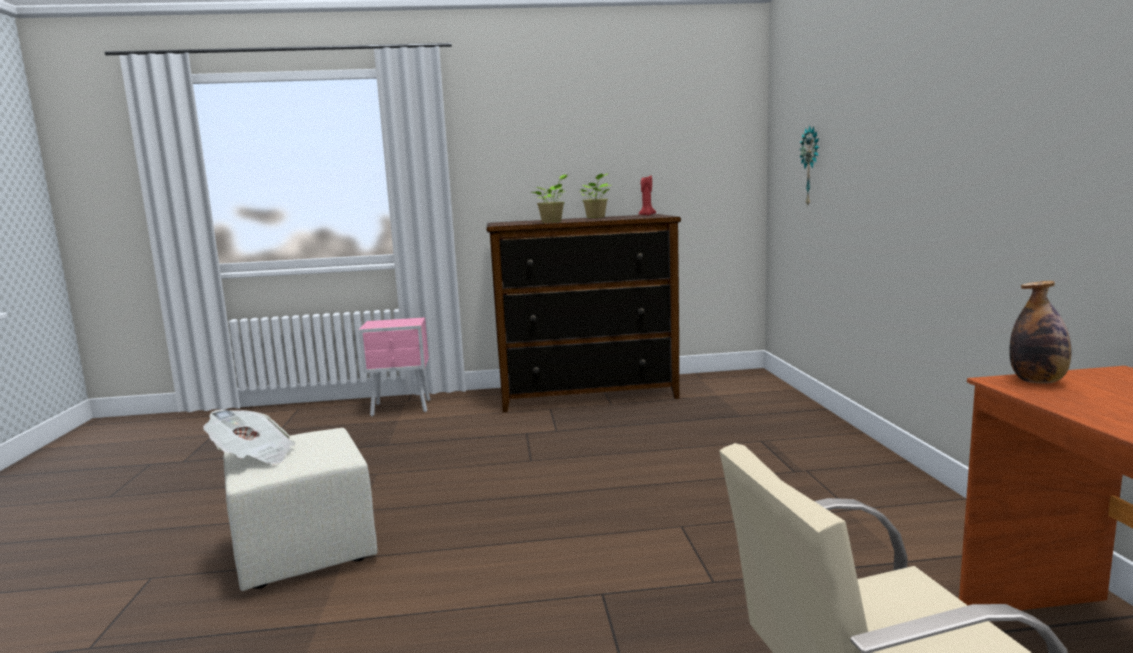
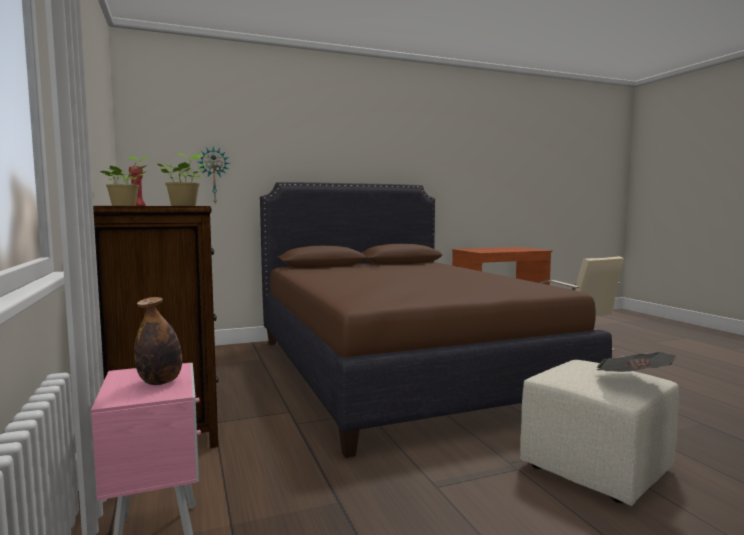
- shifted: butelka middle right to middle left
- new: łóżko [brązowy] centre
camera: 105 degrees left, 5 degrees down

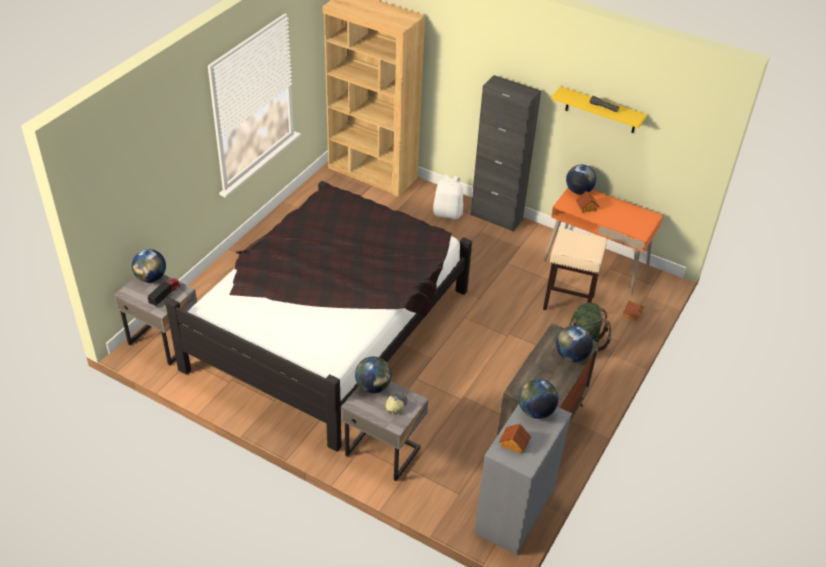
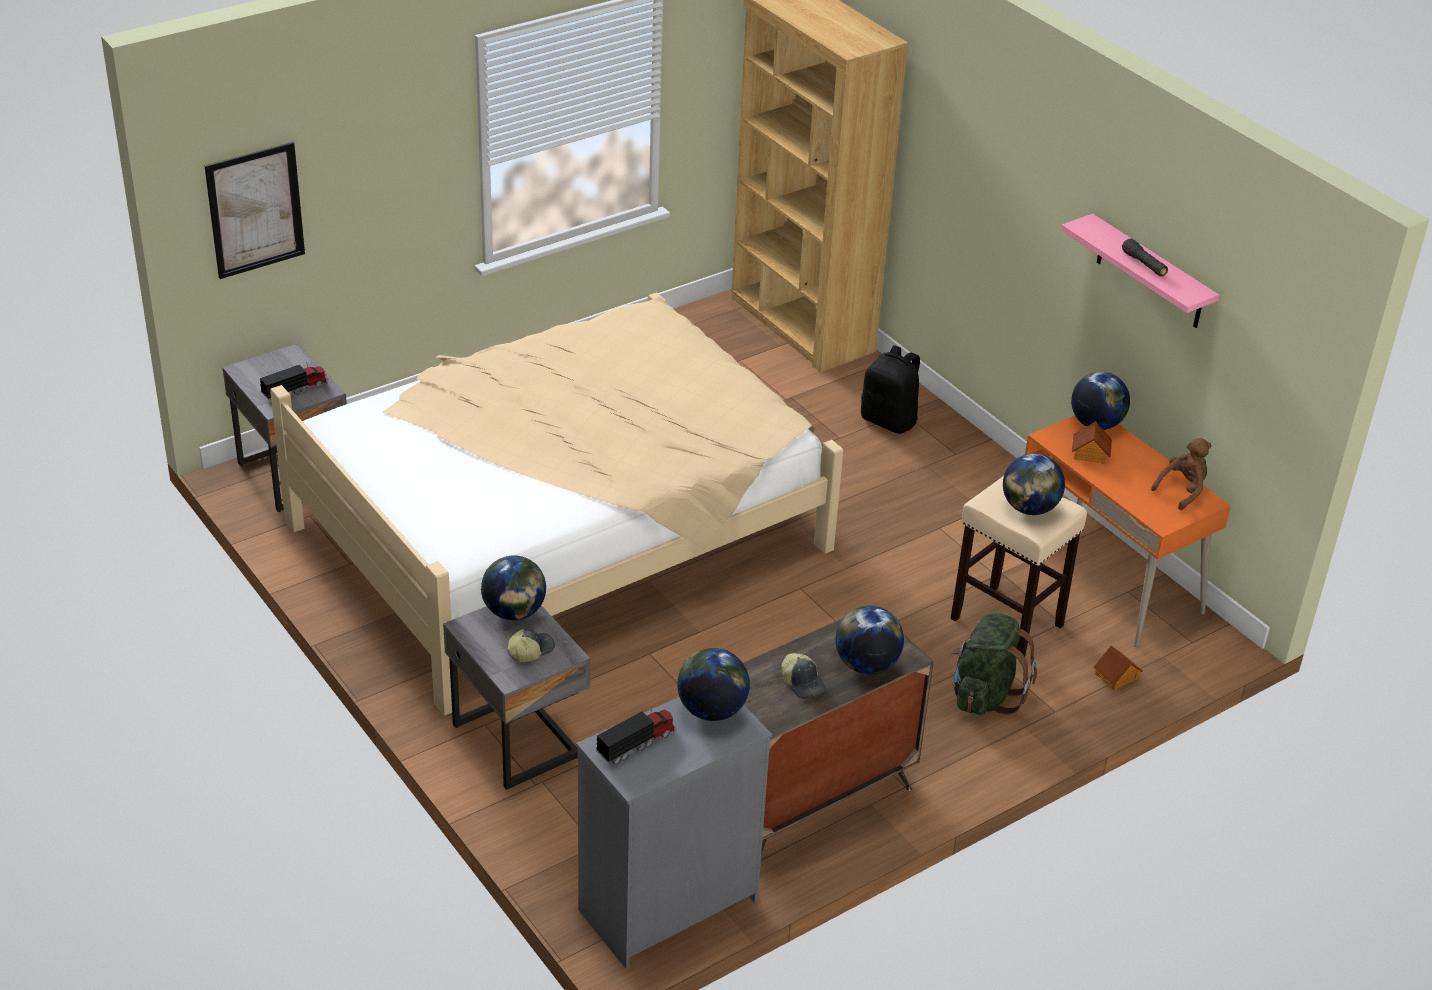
- gone: szafka [czarny] top centre
- repainted: półka [żółty] top right to półka [różowy] top right
- repainted: plecak [biały] centre to plecak [czarny] centre
- repainted: łóżko [czarny] centre to łóżko [beżowy] centre
- shifted: globus (no. 1 from left in the first image) middle left to globus (no. 4 from left) middle right
- swapped: domek (no. 1 from left) bottom centre to ciężarówka zabawkowa (no. 2 from left) bottom centre
- new: obraz top left
- new: pluszak [brązowy] middle right
- new: czapka z daszkiem (no. 2 from left) bottom centre
camera: 25 degrees right, 5 degrees down

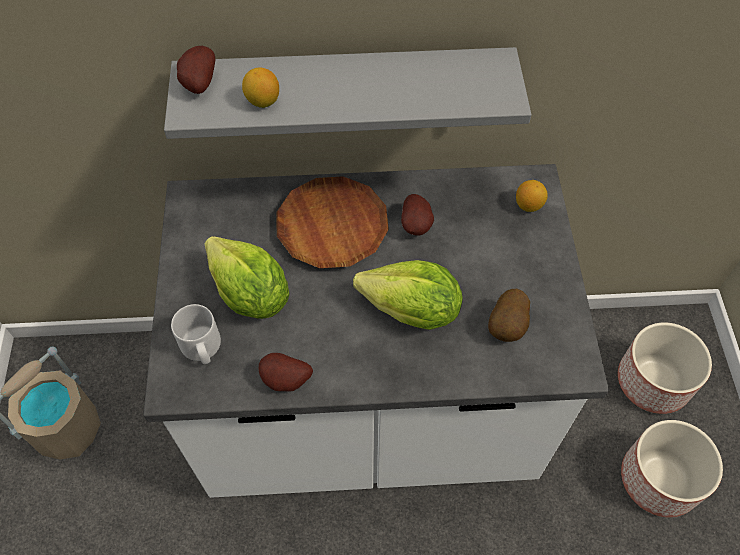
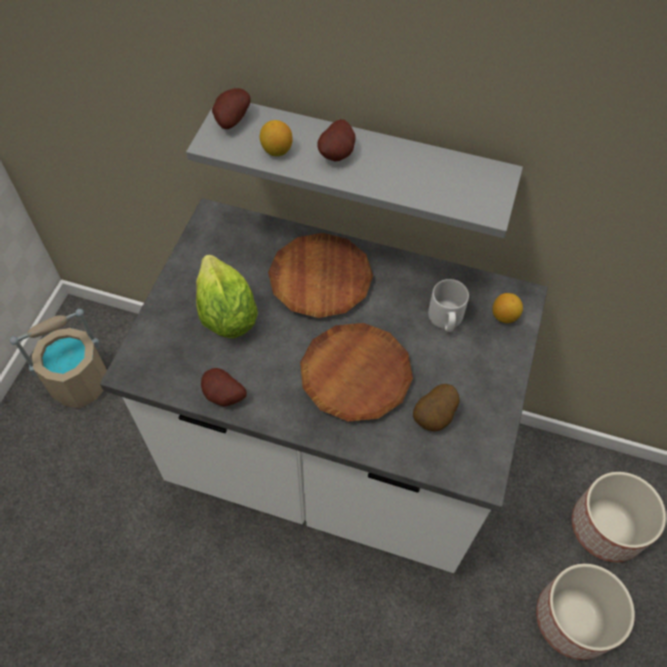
- shifted: ziemniak (no. 3 from left) centre to top centre
- swapped: sałata (no. 2 from left) centre to talerz [brązowy] (no. 2 from left) centre
- shifted: kubek [szary] middle left to middle right
camera: 20 degrees right, 0 degrees up

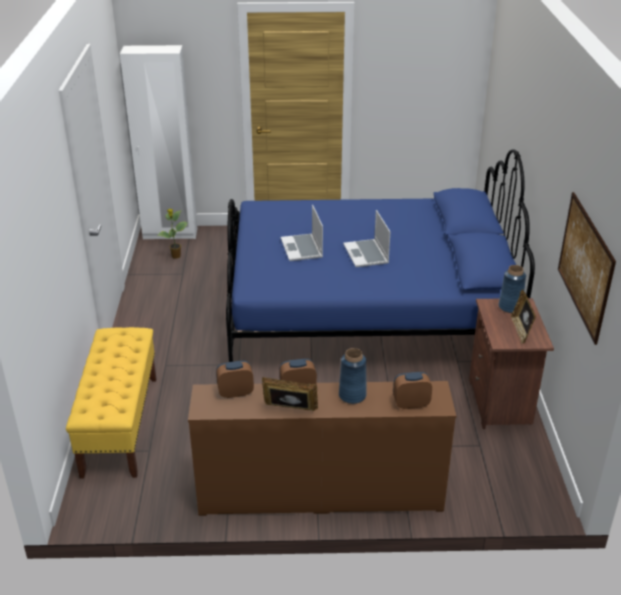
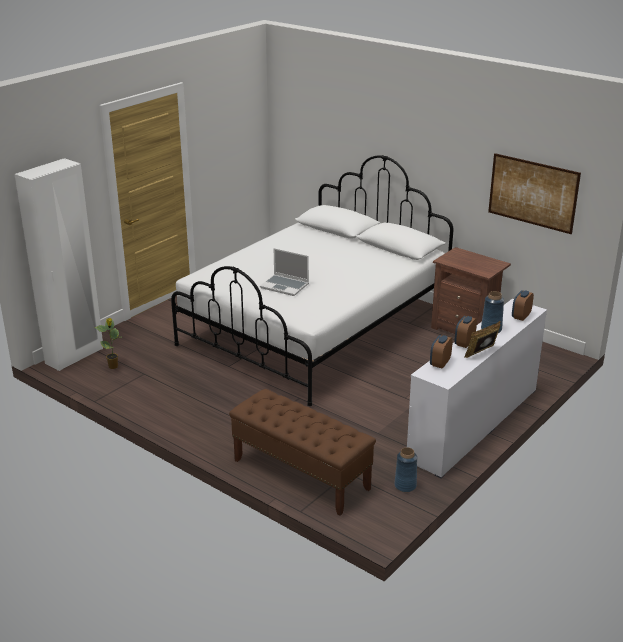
- repainted: łóżko [niebieski] centre to łóżko [biały] centre
- gone: laptop (no. 2 from left) centre
- shifted: wazon [niebieski] (no. 2 from left in the first image) middle right to wazon [niebieski] (no. 1 from left) bottom centre
- gone: ramka na zdjęcie (no. 2 from left) middle right
- repainted: ławka [żółty] bottom left to ławka [brązowy] bottom centre
- repainted: komoda [brązowy] bottom centre to komoda [biały] middle right
camera: 50 degrees left, 5 degrees down

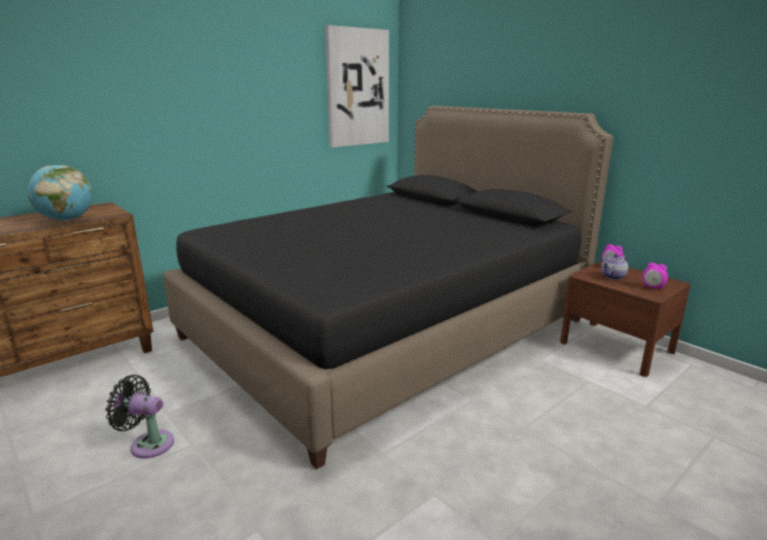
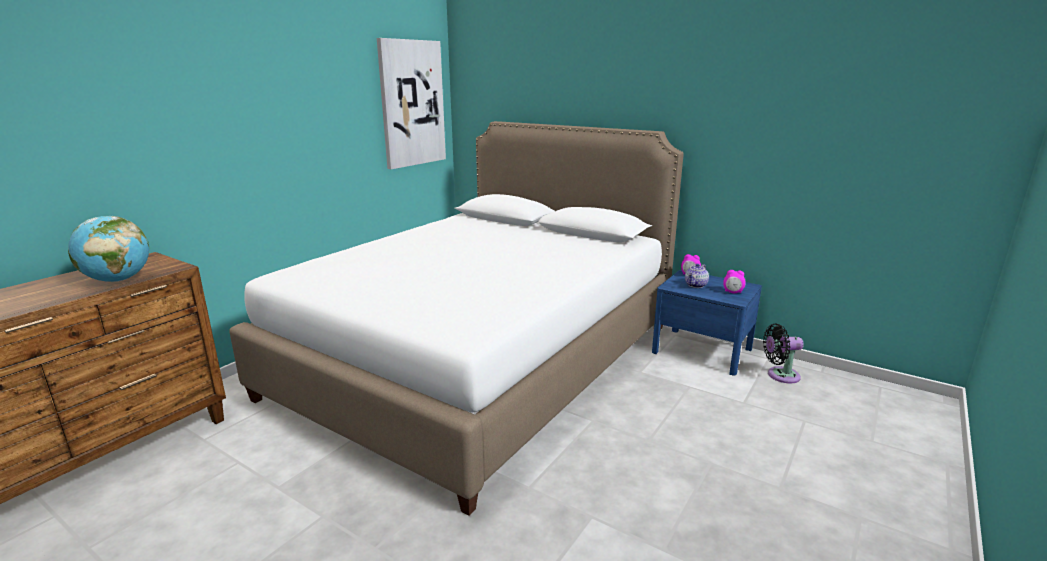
- repainted: łóżko [czarny] centre to łóżko [biały] centre
- repainted: szafka nocna [brązowy] middle right to szafka nocna [niebieski] middle right
- shifted: wentylator [czarny] bottom left to middle right
camera: 15 degrees left, 0 degrees up

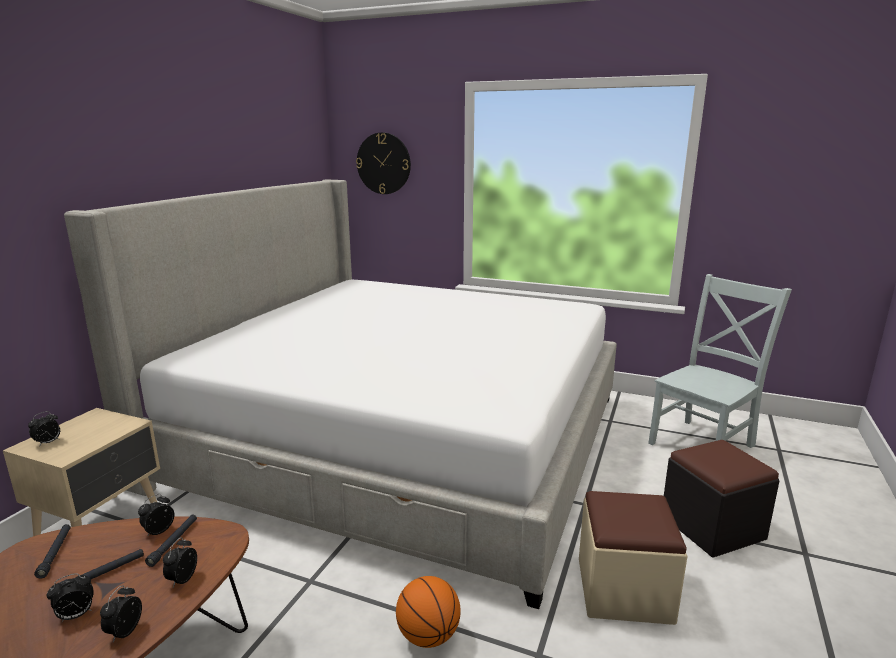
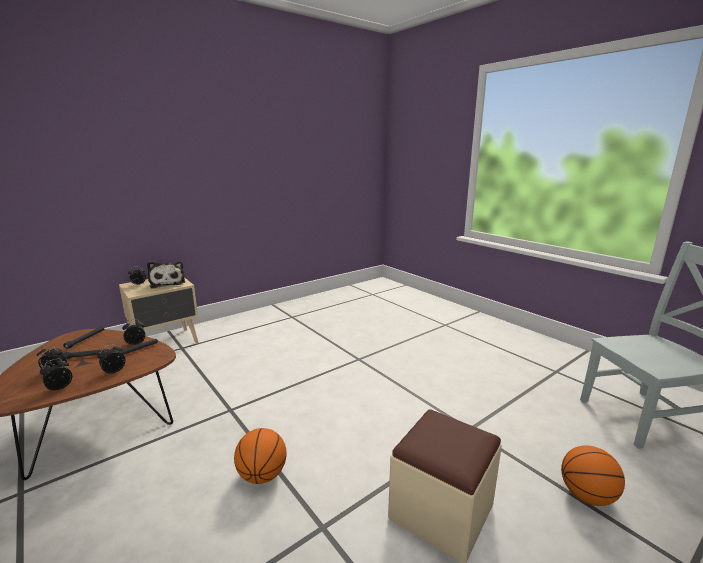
- gone: zegar ścienny top centre
- gone: łóżko centre
- swapped: pufa [czarny] bottom right to piłka do koszykówki (no. 2 from left) bottom right
- new: pluszak middle left
camera: 30 degrees right, 0 degrees up

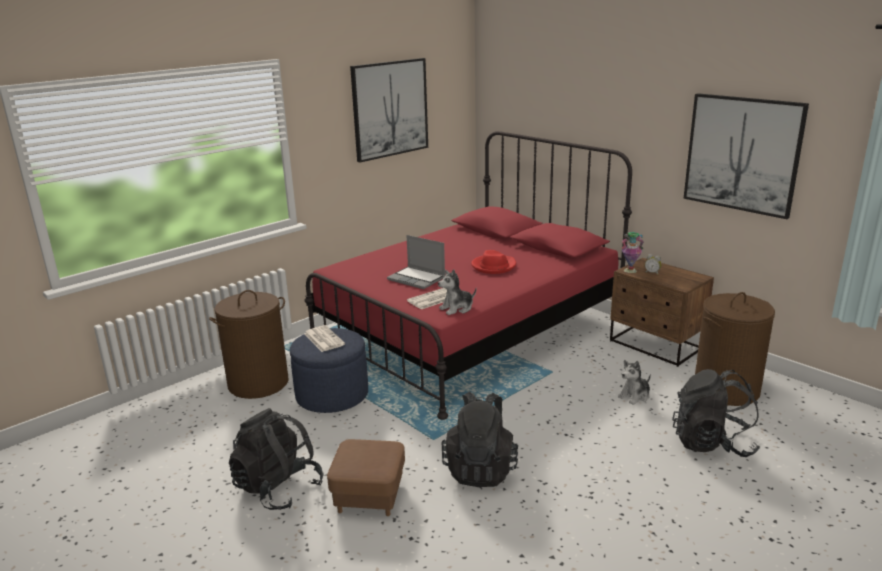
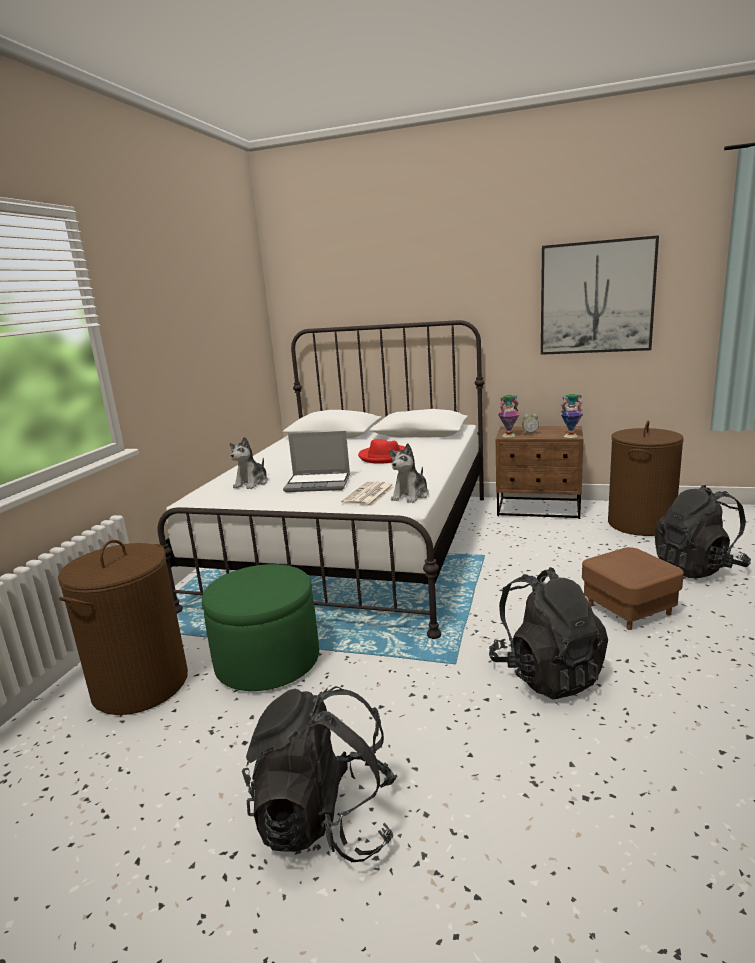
- gone: obraz (no. 1 from left) top centre
- repainted: łóżko [czerwony] centre to łóżko [biały] centre
- gone: gazeta (no. 1 from left) centre
- repainted: pufa [niebieski] centre to pufa [zielony] centre
- shifted: pluszak (no. 2 from left in the first image) bottom right to pluszak (no. 1 from left) middle left
- shifted: pufa [brązowy] bottom centre to middle right
- new: wazon (no. 2 from left) middle right
camera: 30 degrees left, 5 degrees down

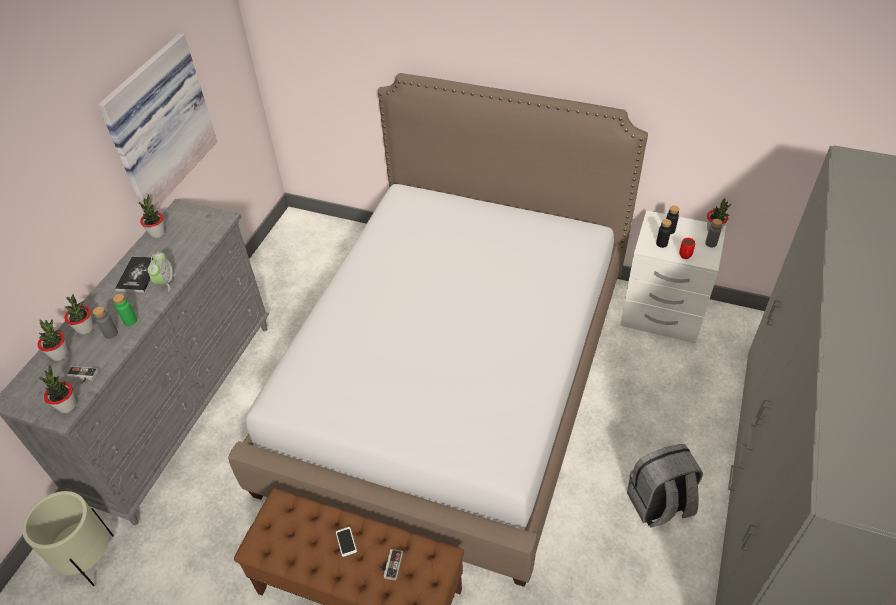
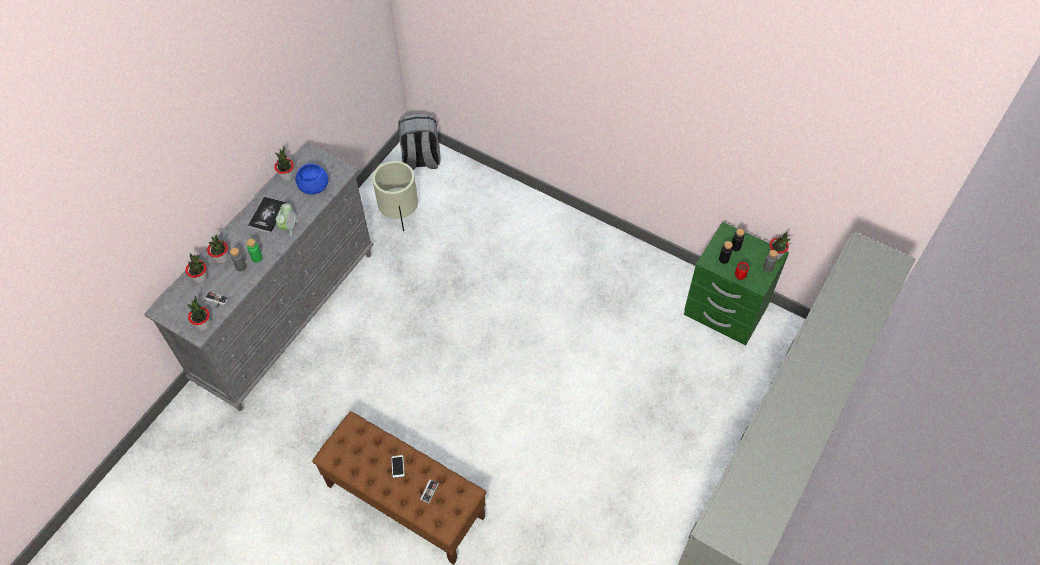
- gone: obraz top left
- gone: łóżko centre
- repainted: szafka nocna [biały] middle right to szafka nocna [zielony] middle right
- shifted: plecak [szary] bottom right to top centre
- shifted: donica [beżowy] bottom left to centre
- new: miska [niebieski] top left
camera: 10 degrees right, 10 degrees up

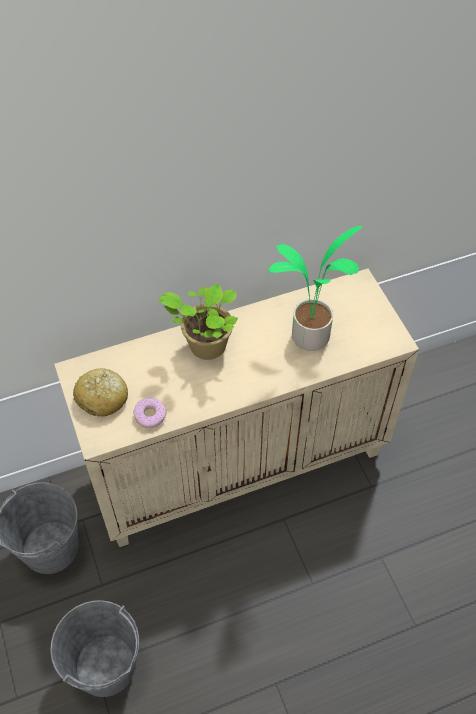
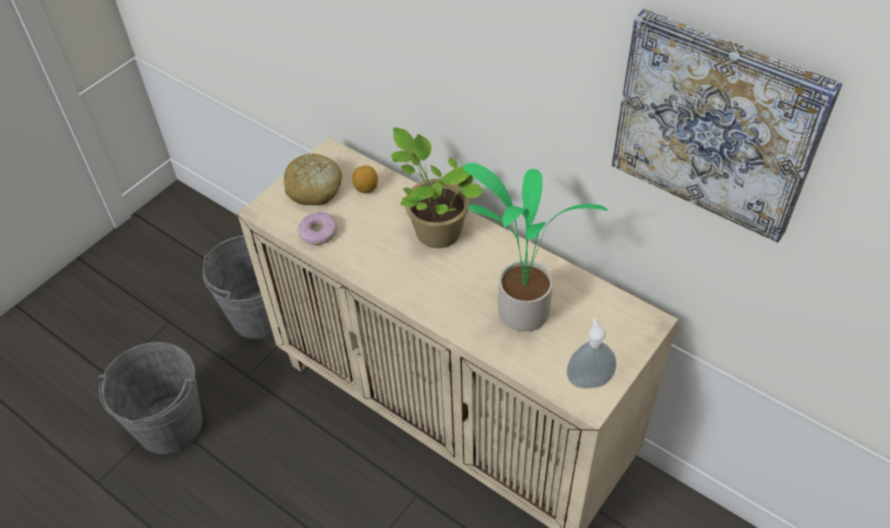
- new: obraz top right
- new: cytryna centre
- new: dozownik mydła bottom centre
camera: 60 degrees right, 5 degrees down

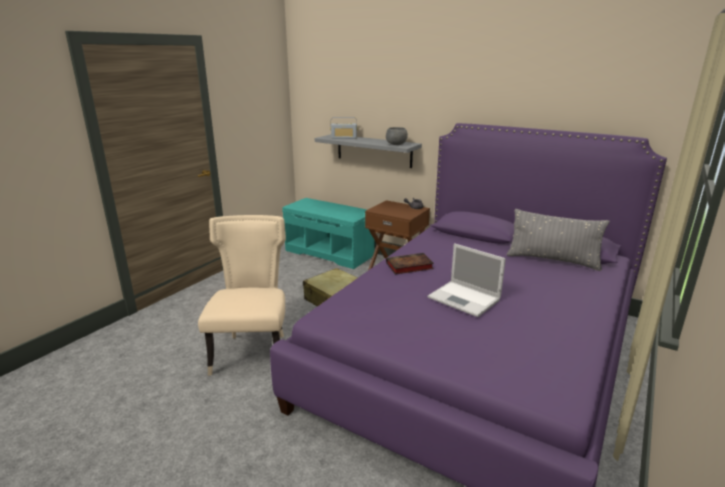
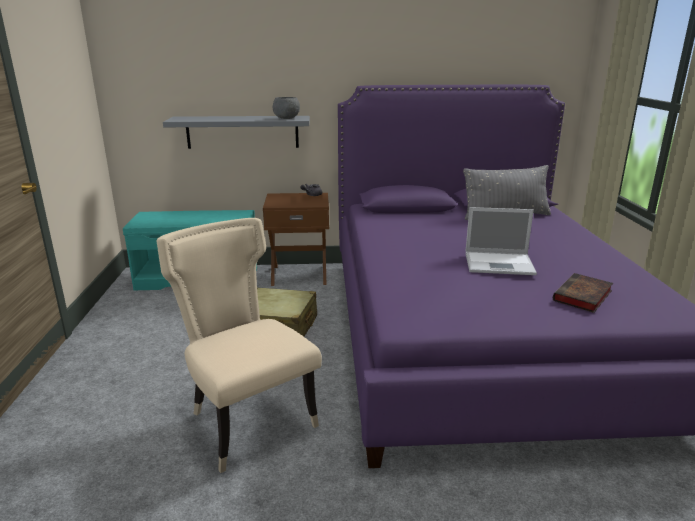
- gone: radio top centre
- shifted: książka centre to middle right
camera: 35 degrees left, 0 degrees up

